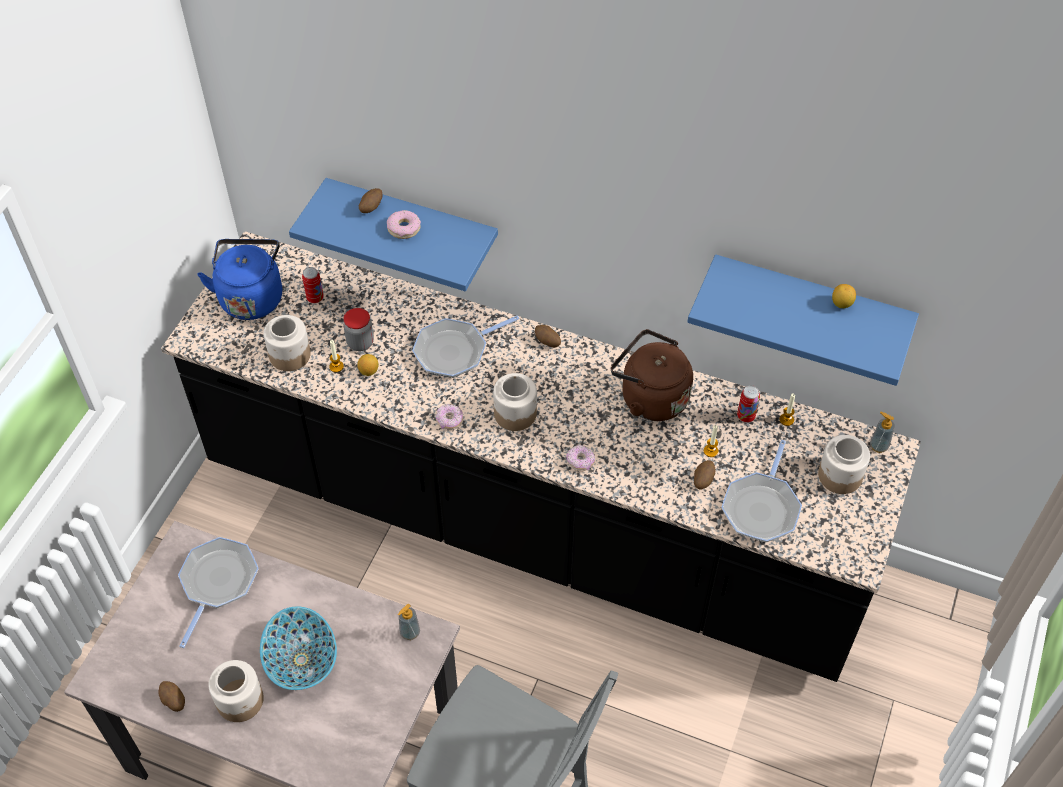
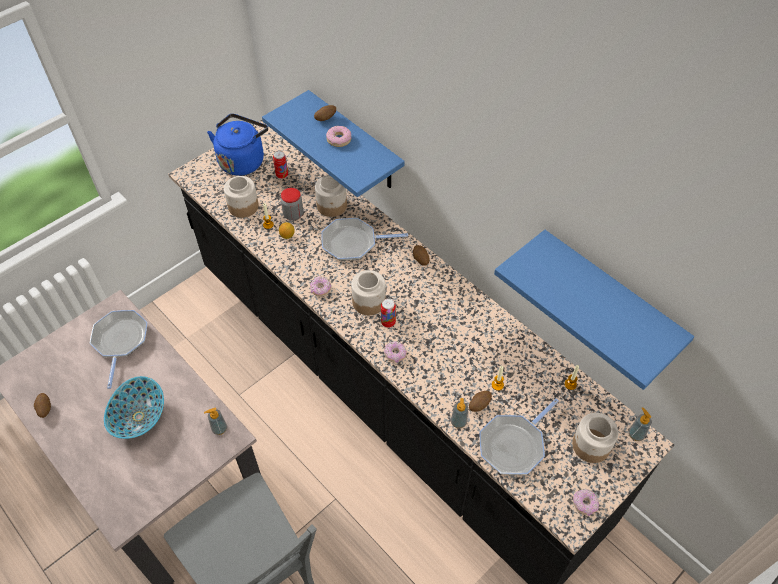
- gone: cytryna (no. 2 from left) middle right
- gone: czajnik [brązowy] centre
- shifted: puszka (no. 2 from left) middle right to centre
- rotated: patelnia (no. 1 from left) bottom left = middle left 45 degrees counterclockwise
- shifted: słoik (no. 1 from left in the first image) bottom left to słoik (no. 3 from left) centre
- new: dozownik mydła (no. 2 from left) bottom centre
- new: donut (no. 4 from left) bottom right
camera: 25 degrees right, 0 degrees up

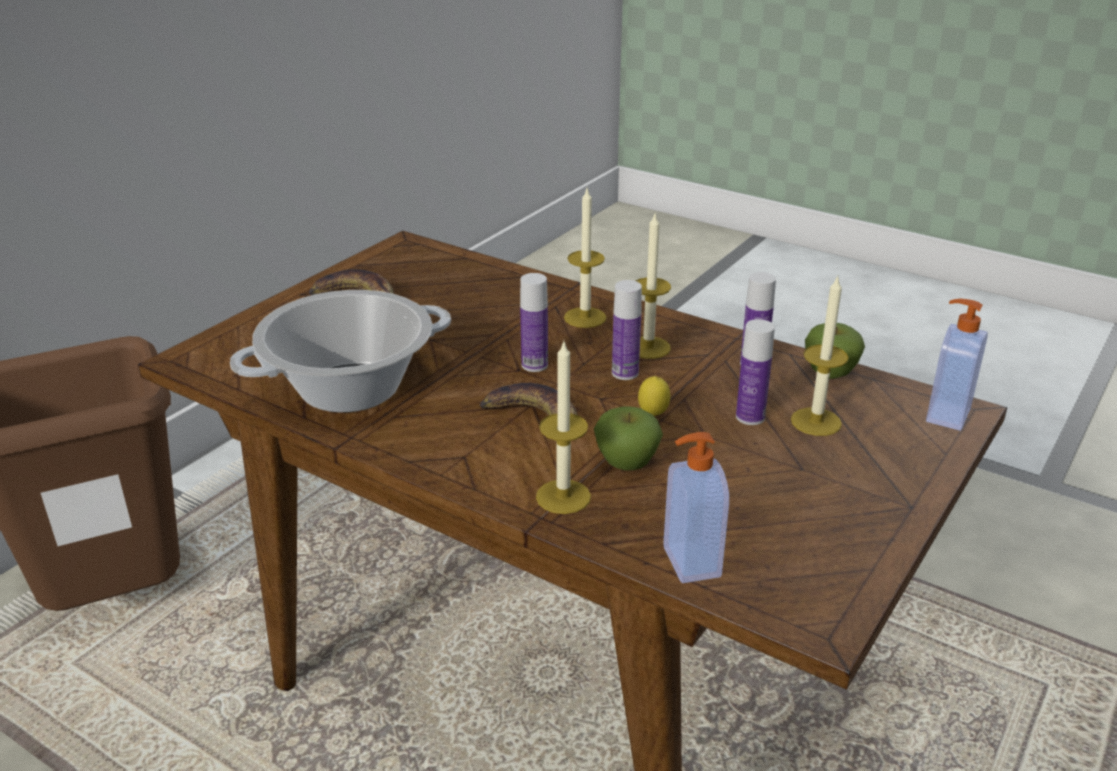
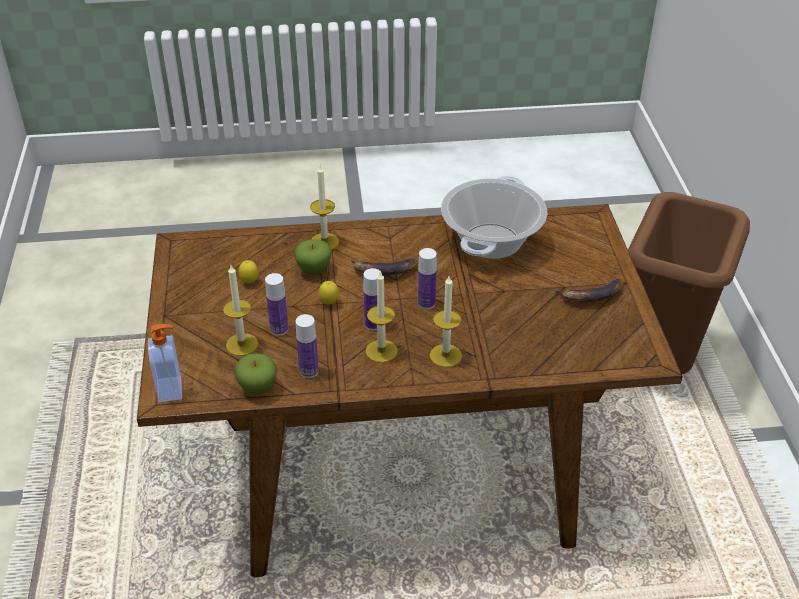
- gone: dozownik mydła (no. 1 from left) centre
- new: cytryna (no. 1 from left) middle left
camera: 140 degrees right, 10 degrees up

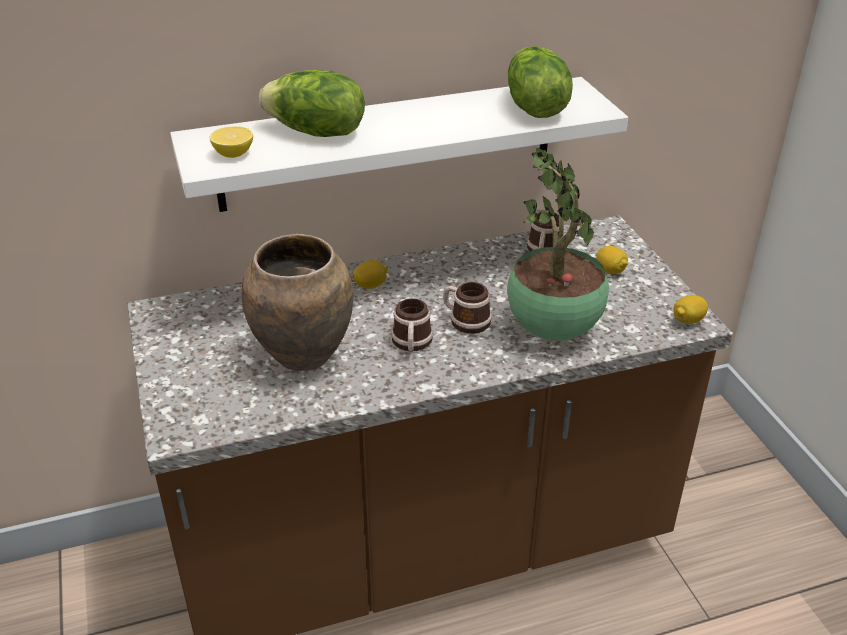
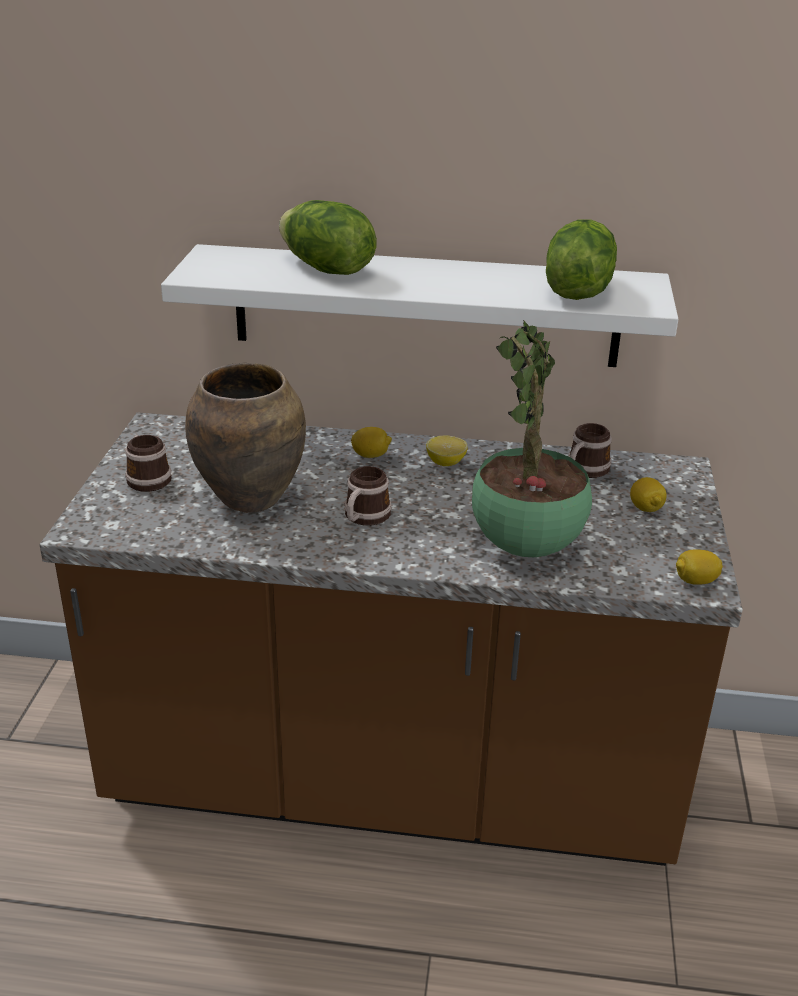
- shifted: cytryna (no. 1 from left in the first image) top left to cytryna (no. 2 from left) centre
- shifted: kubek (no. 2 from left in the first image) centre to kubek (no. 1 from left) middle left
camera: 25 degrees right, 5 degrees down

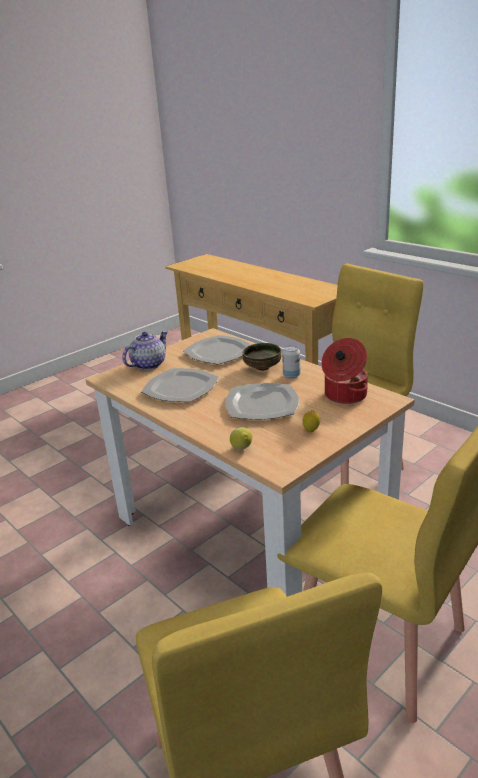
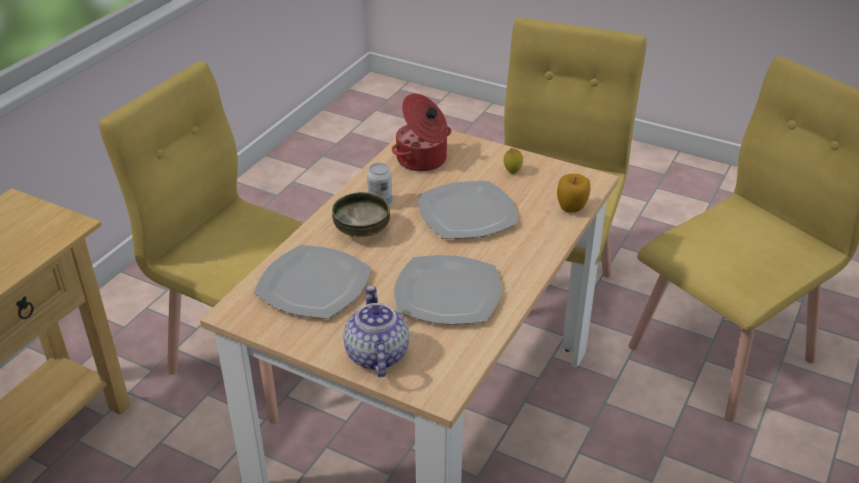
- rotated: imbryk middle left = bottom centre 60 degrees clockwise
- swapped: cytryna (no. 1 from left) centre to jabłko middle right
camera: 110 degrees left, 10 degrees up

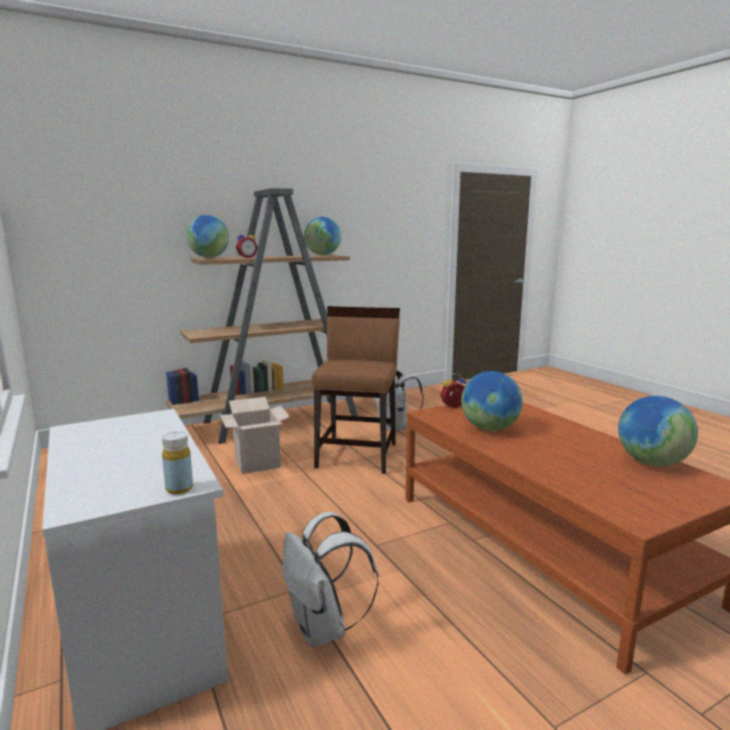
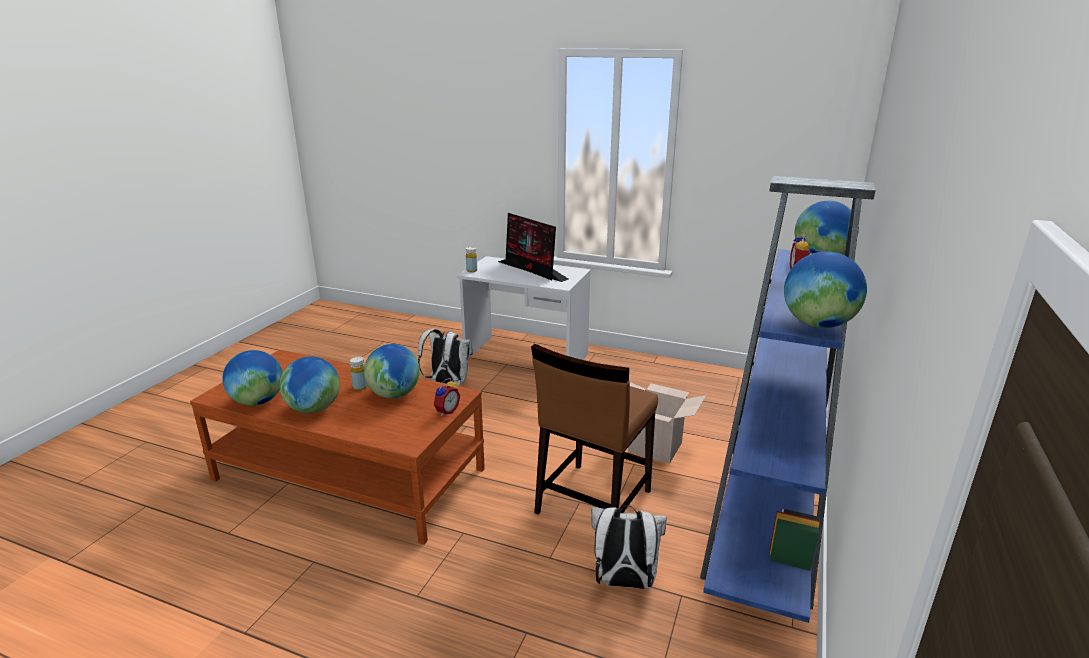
- repainted: regał [brązowy] centre to regał [niebieski] middle right
- rotated: krzesło [brązowy] centre = centre 60 degrees clockwise
- new: monitor centre
- new: globus (no. 2 from left) middle left
- new: butelka [żółty] (no. 1 from left) middle left
camera: 140 degrees right, 10 degrees up

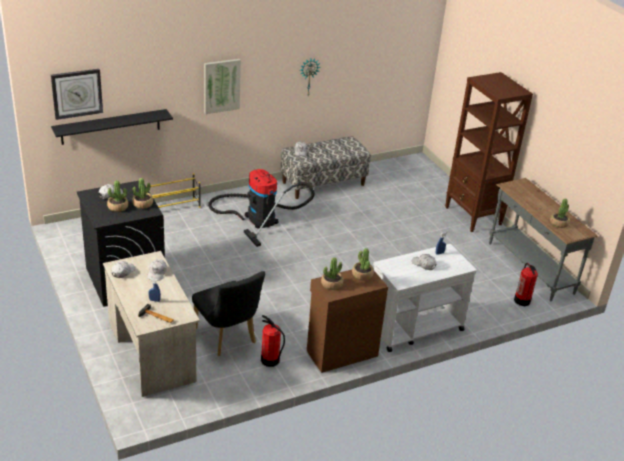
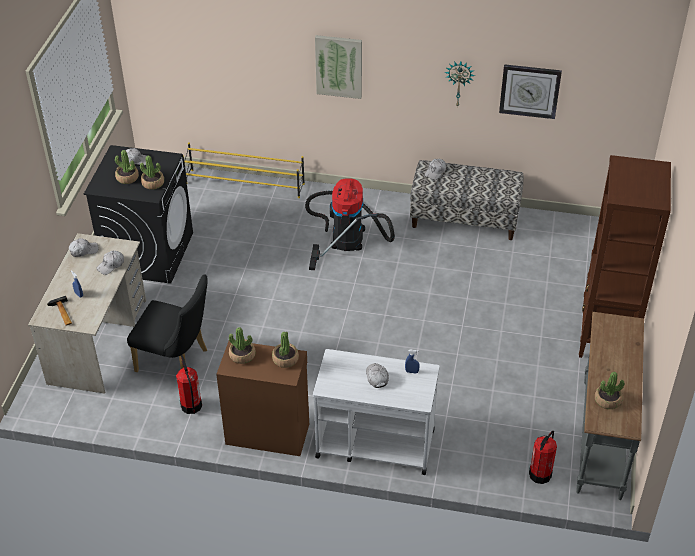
- shifted: zegar ścienny (no. 1 from left in the first image) top left to zegar ścienny (no. 2 from left) top right
- gone: półka [czarny] top left
- rotated: krzesło [czarny] bottom centre = middle left 75 degrees counterclockwise
camera: 40 degrees right, 10 degrees up

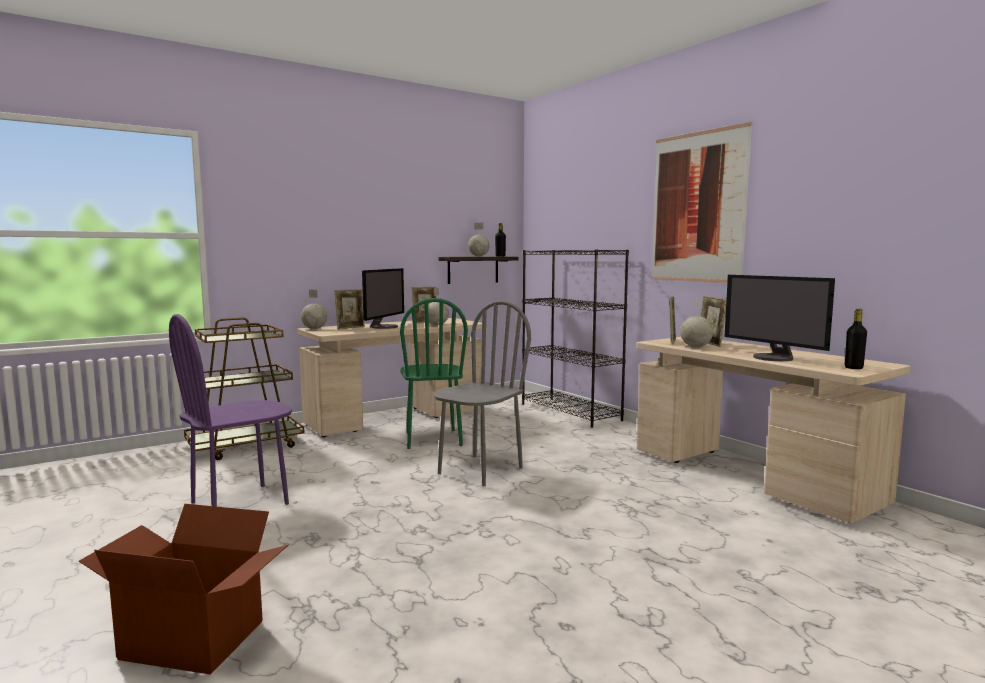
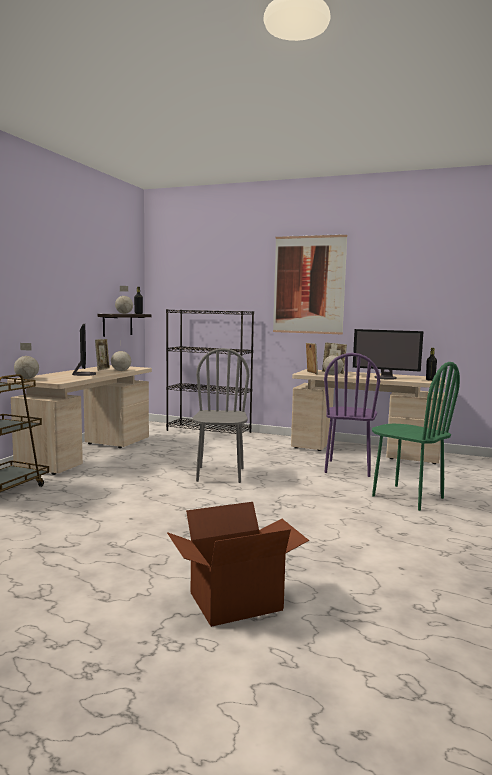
- gone: ramka na zdjęcie (no. 1 from left) centre
- shifted: krzesło [zielony] centre to middle right
- shifted: krzesło [fioletowy] middle left to middle right
camera: 35 degrees left, 0 degrees up

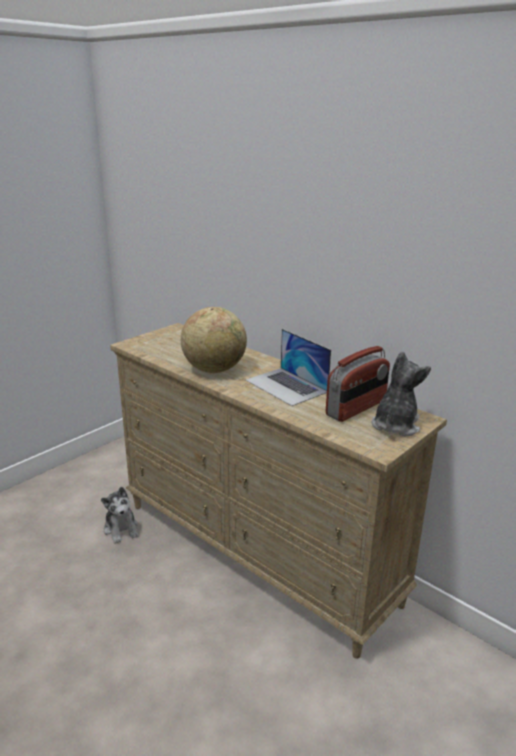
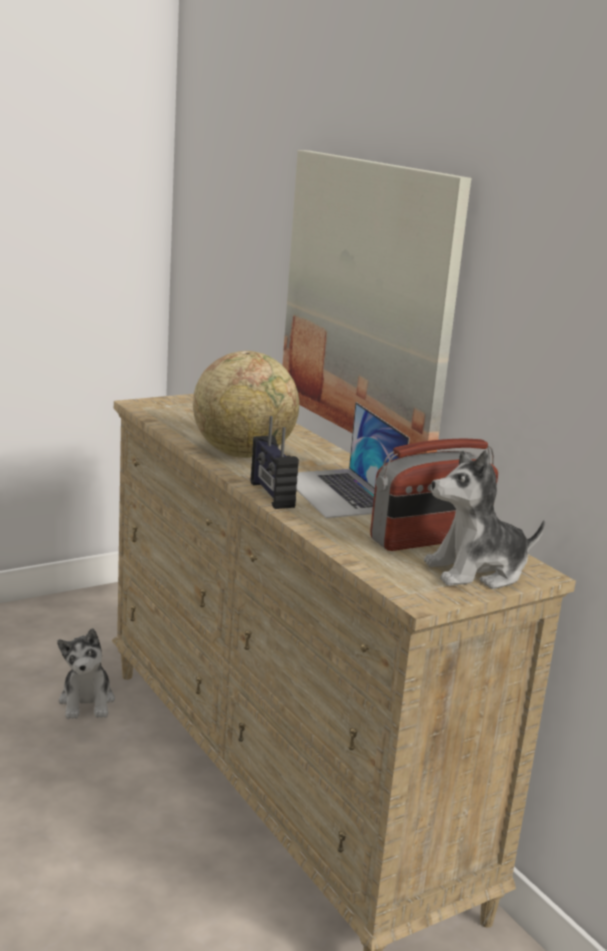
- rotated: pluszak (no. 2 from left) middle right = middle right 150 degrees counterclockwise
- new: obraz top centre
- new: radio (no. 1 from left) centre
camera: 15 degrees right, 5 degrees down

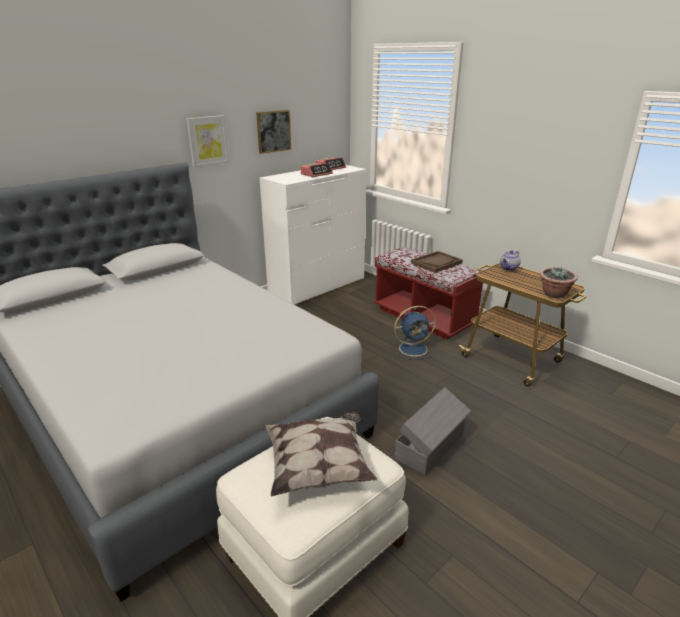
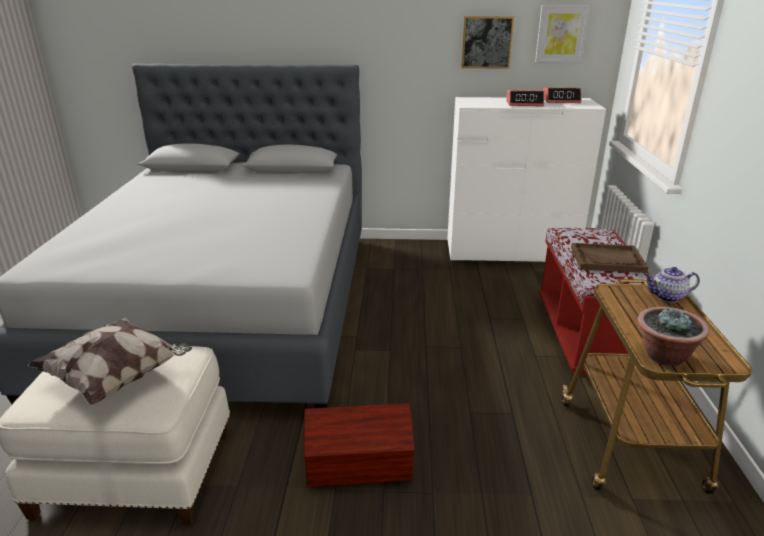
- shifted: obraz (no. 1 from left in the first image) top left to obraz (no. 2 from left) top right
- gone: wentylator [niebieski] centre
- repainted: pojemnik do przechowywania [szary] bottom centre to pojemnik do przechowywania [brązowy] bottom centre
camera: 45 degrees right, 0 degrees up

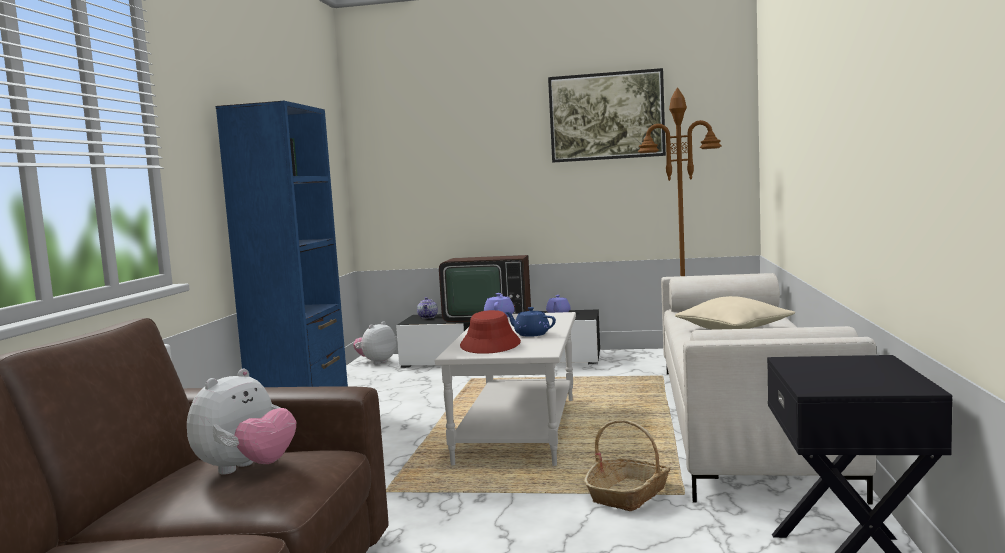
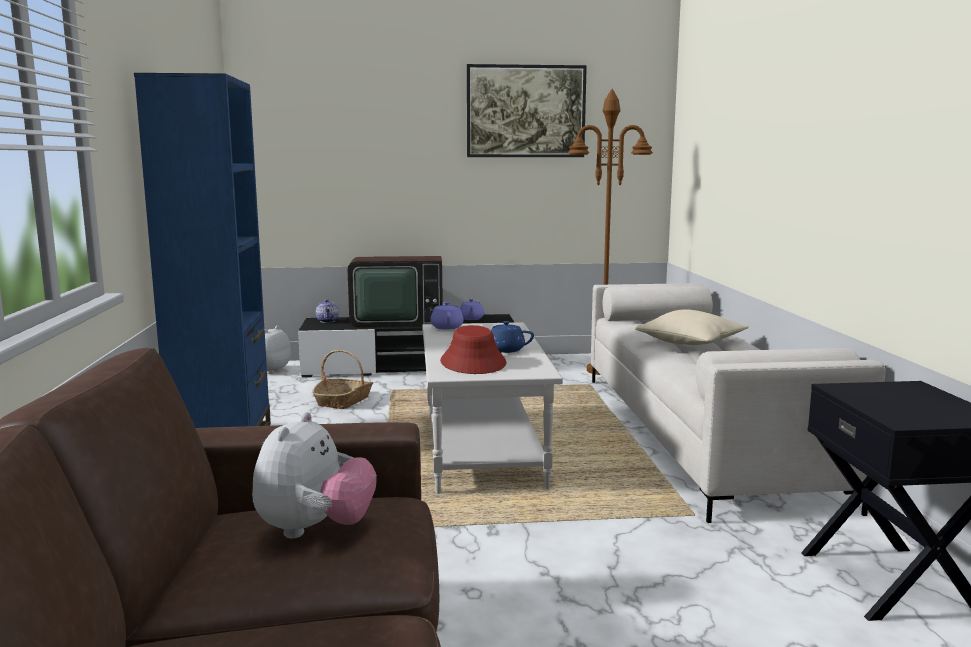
- shifted: koszyk bottom centre to centre
camera: 15 degrees left, 5 degrees up

